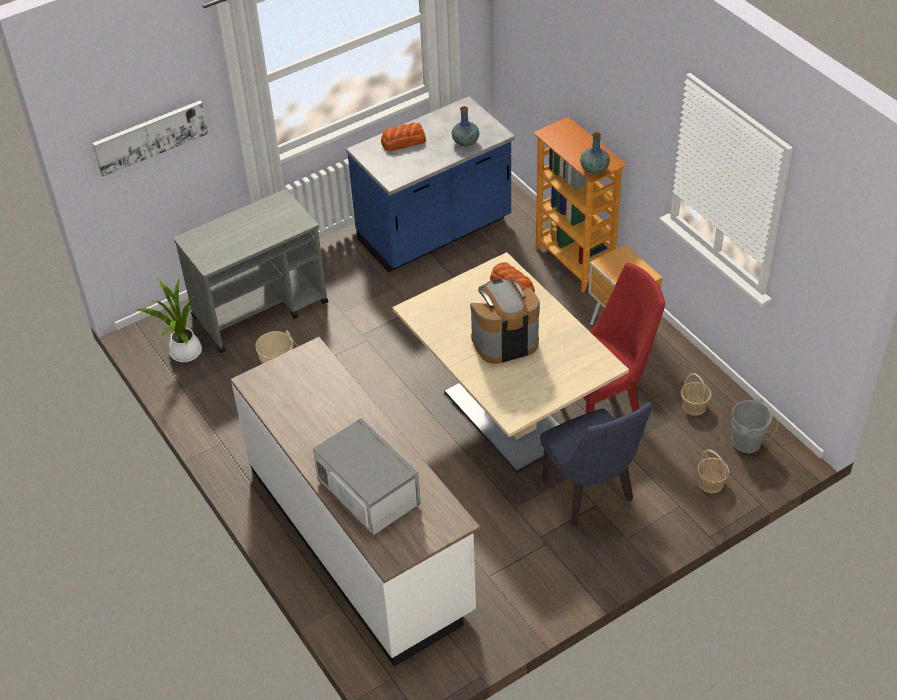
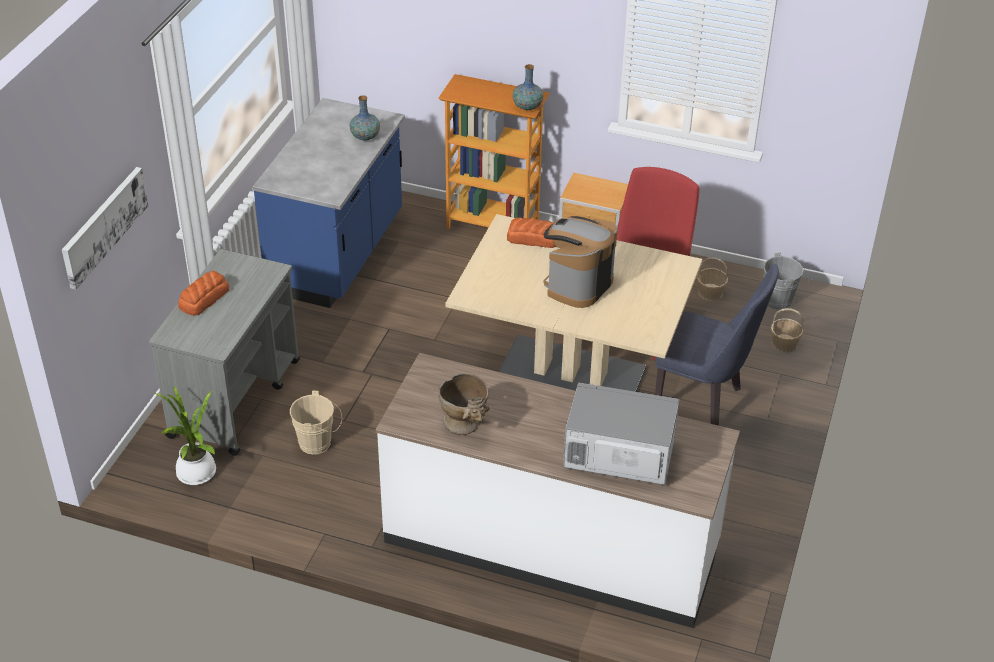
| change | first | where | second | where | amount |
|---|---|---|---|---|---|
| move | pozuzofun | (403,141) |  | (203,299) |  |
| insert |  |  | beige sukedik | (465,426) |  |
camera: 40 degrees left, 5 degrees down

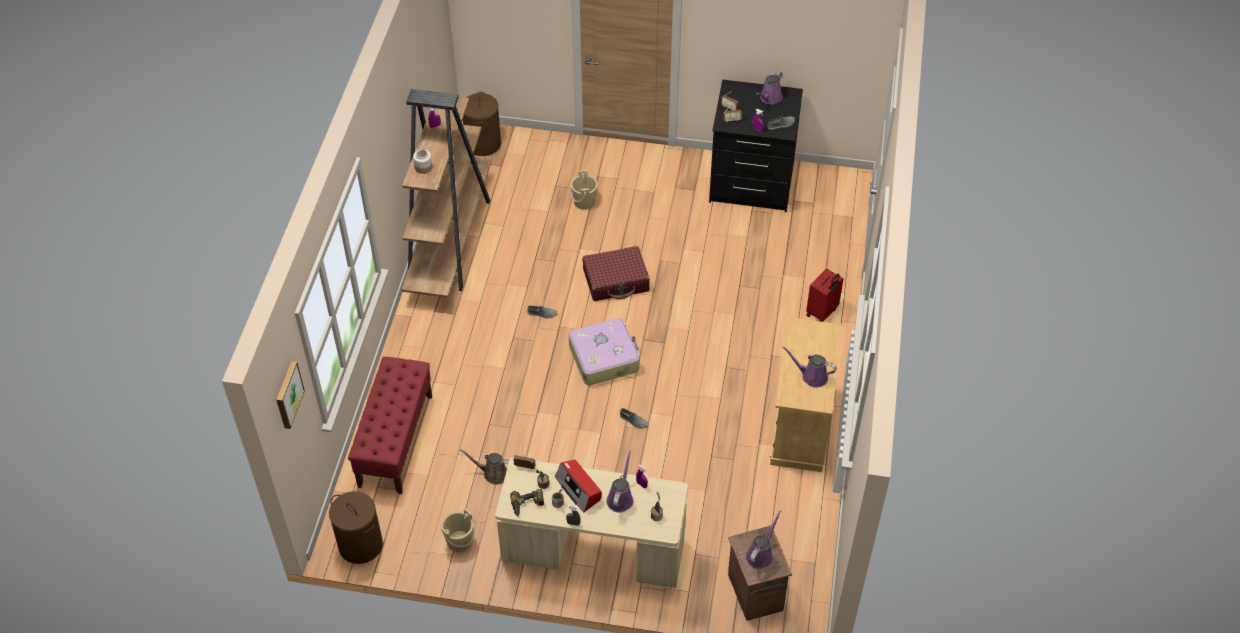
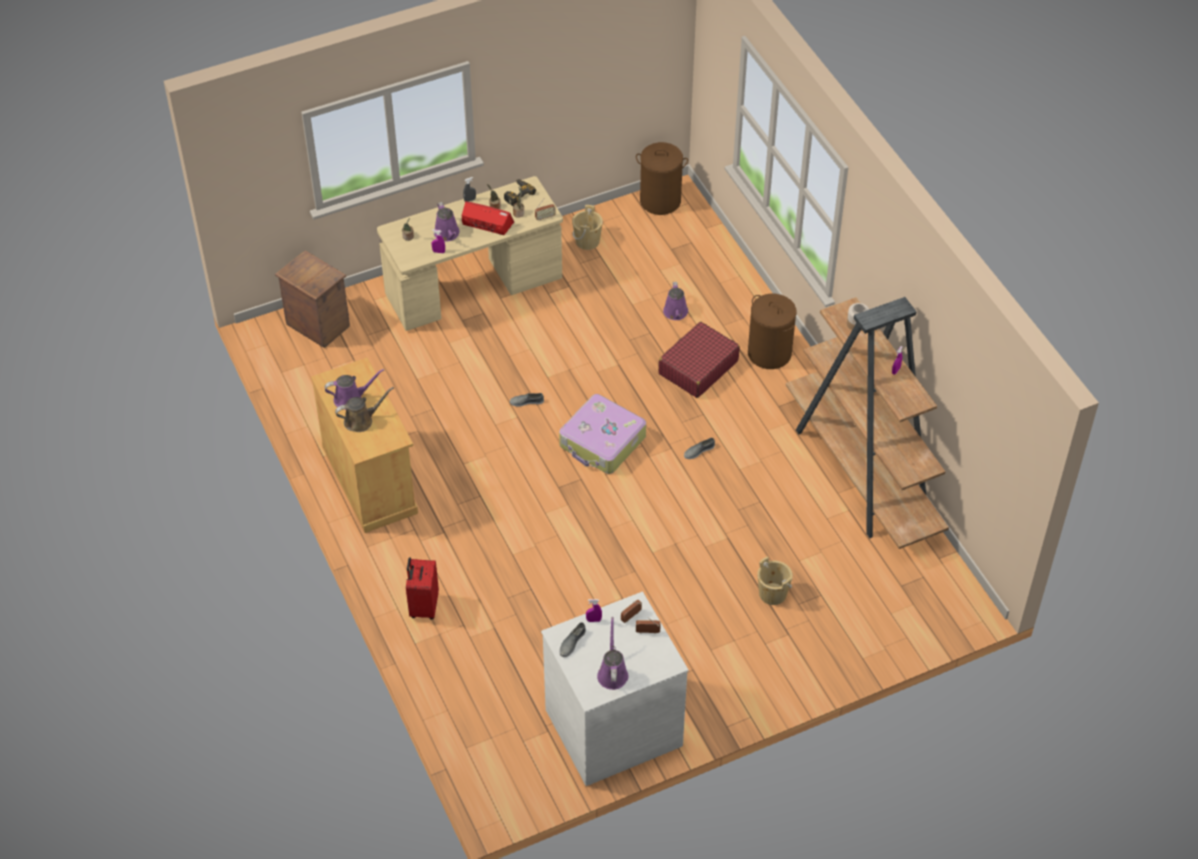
| change | first | where | second | where | amount |
|---|---|---|---|---|---|
| recolor | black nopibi | (751,183) | white nopibi | (612,725) |  |
| move | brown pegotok | (483,144) |  | (769,353) |  |
| move | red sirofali | (616,280) |  | (698,367) |  |
| delete | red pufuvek | (395,440) |  |  |  |
| delete | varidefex | (288,394) |  |  |  |
| move | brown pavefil | (493,473) |  | (361,420) |  |
| move | purple pavefil | (760,554) |  | (676,313) |  |
camera: 145 degrees right, 0 degrees up

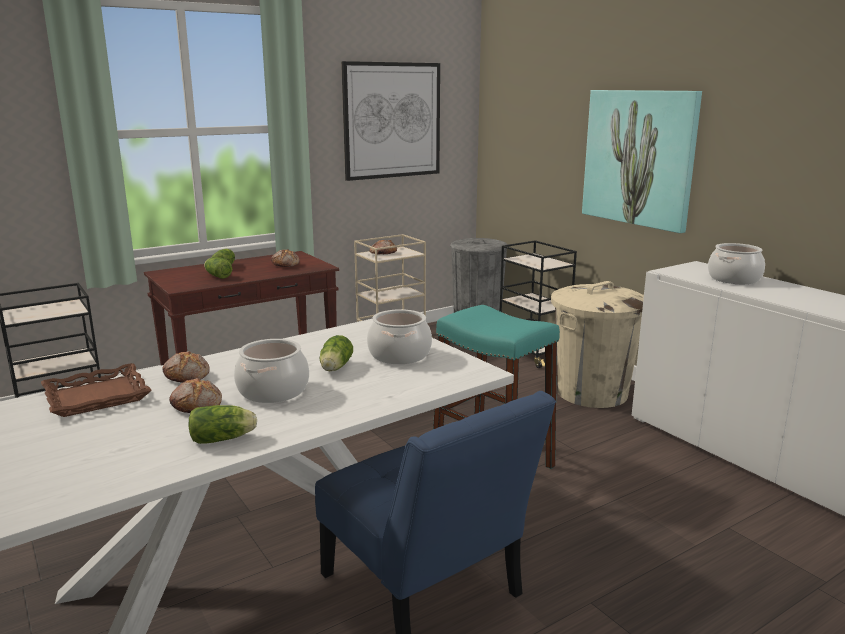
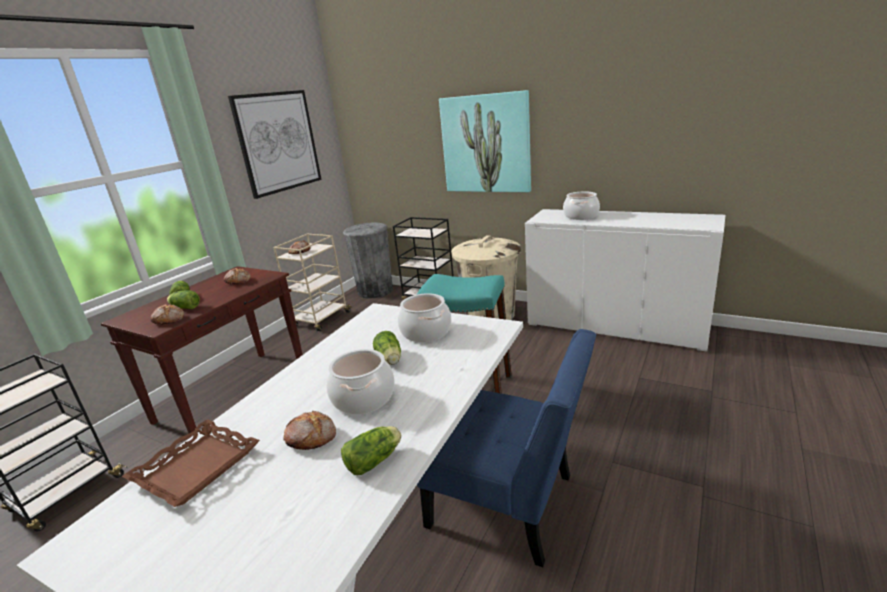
| change | first | where | second | where | amount |
|---|---|---|---|---|---|
| move | pozuzofun | (187,375) |  | (169,320) |  |
camera: 25 degrees left, 5 degrees up

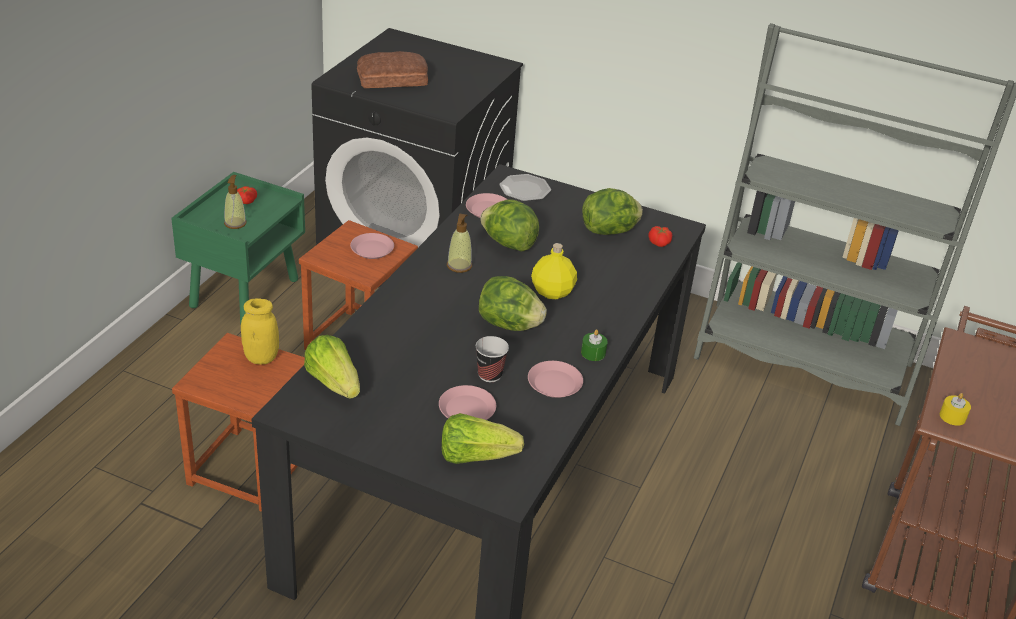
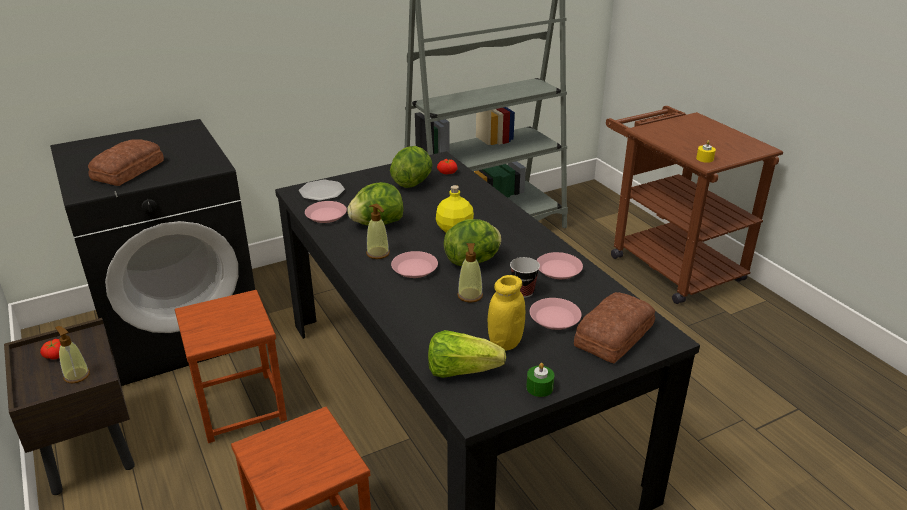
| change | first | where | second | where | amount |
|---|---|---|---|---|---|
| recolor | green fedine | (245,292) | brown fedine | (87,447) |  |
| move | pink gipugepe | (372,250) |  | (415,268) |  |
| move | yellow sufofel | (261,358) |  | (505,342) |  |
| move | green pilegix | (593,353) |  | (539,387) |  |
| replace | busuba | (475,456) | pozuzofun | (612,335) |  |
| insert |  |  | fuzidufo | (470,296) |  |
camera: 50 degrees left, 5 degrees down

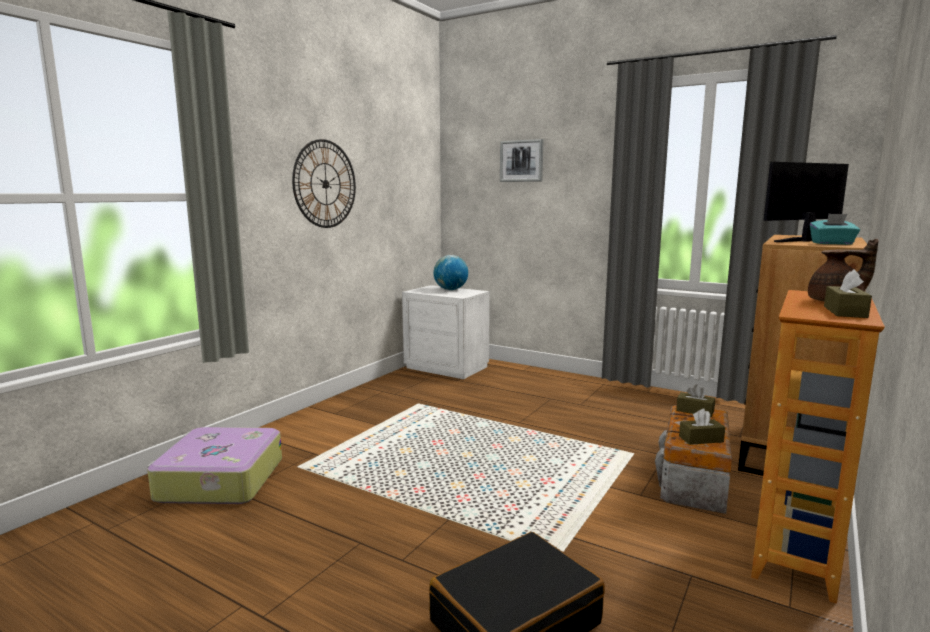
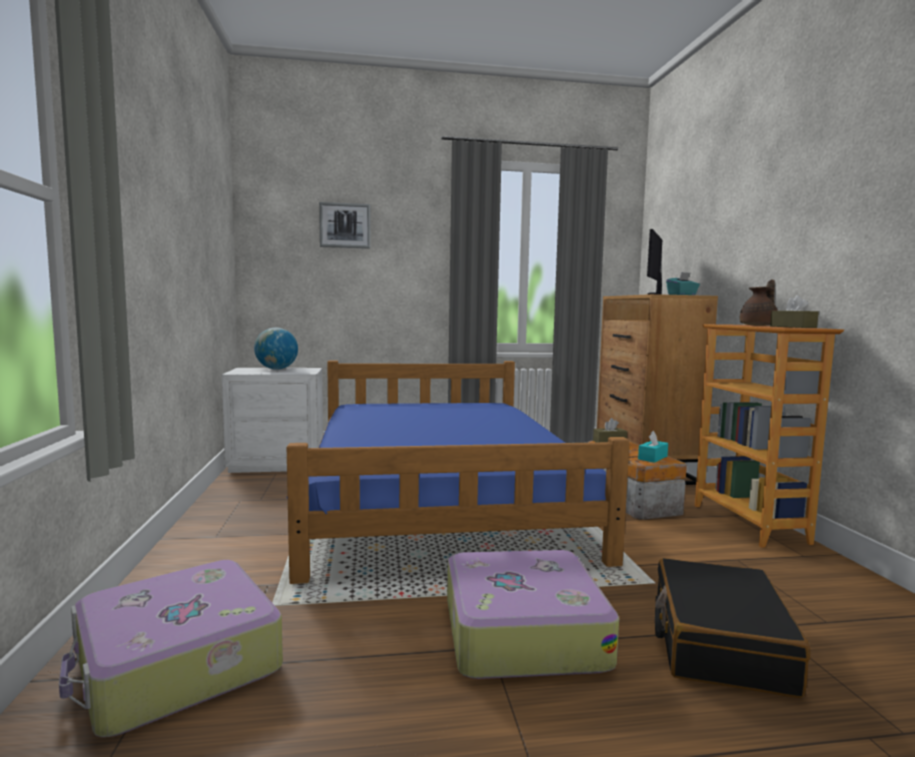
| change | first | where | second | where | amount |
|---|---|---|---|---|---|
| delete | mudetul | (325,184) |  |  |  |
| recolor | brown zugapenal | (701,439) | turquoise zugapenal | (652,458) |  |
| insert |  |  | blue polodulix | (437,495) |  |
| insert |  |  | sirofali | (521,631) |  |
camera: 40 degrees left, 5 degrees down

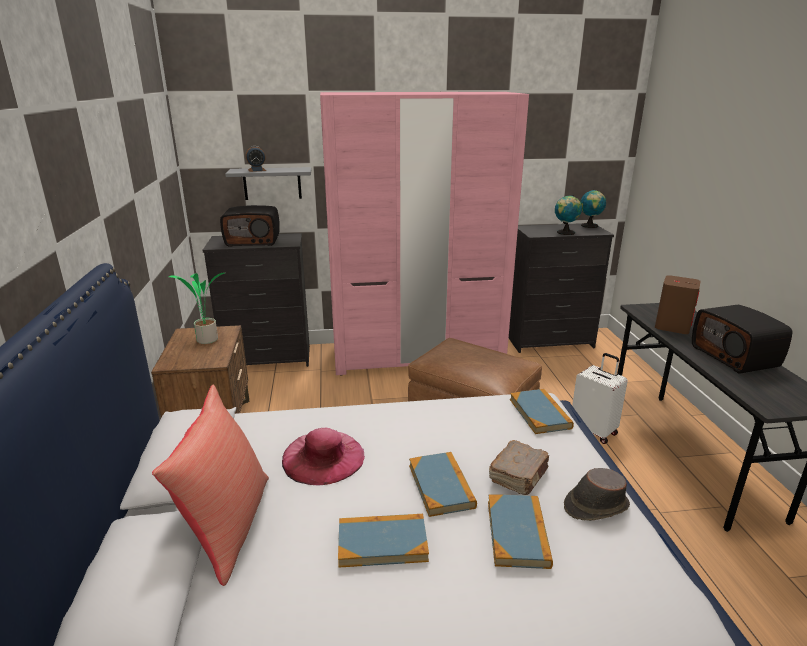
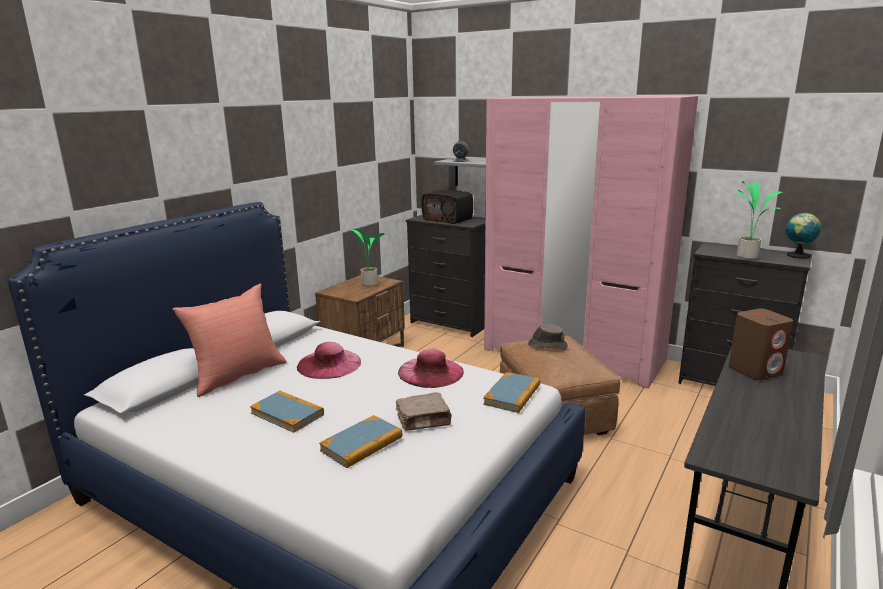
| change | first | where | second | where | amount |
|---|---|---|---|---|---|
| replace | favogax | (565,233) | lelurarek | (747,256) |  |
| delete | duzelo | (735,357) |  |  |  |
| delete | white sirofali | (594,431) |  |  |  |
| delete | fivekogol | (441,486) |  |  |  |
| move | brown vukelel | (595,506) |  | (547,345) |  |
| insert |  |  | pink vukelel | (431,372) |  |
camera: 40 degrees right, 5 degrees down

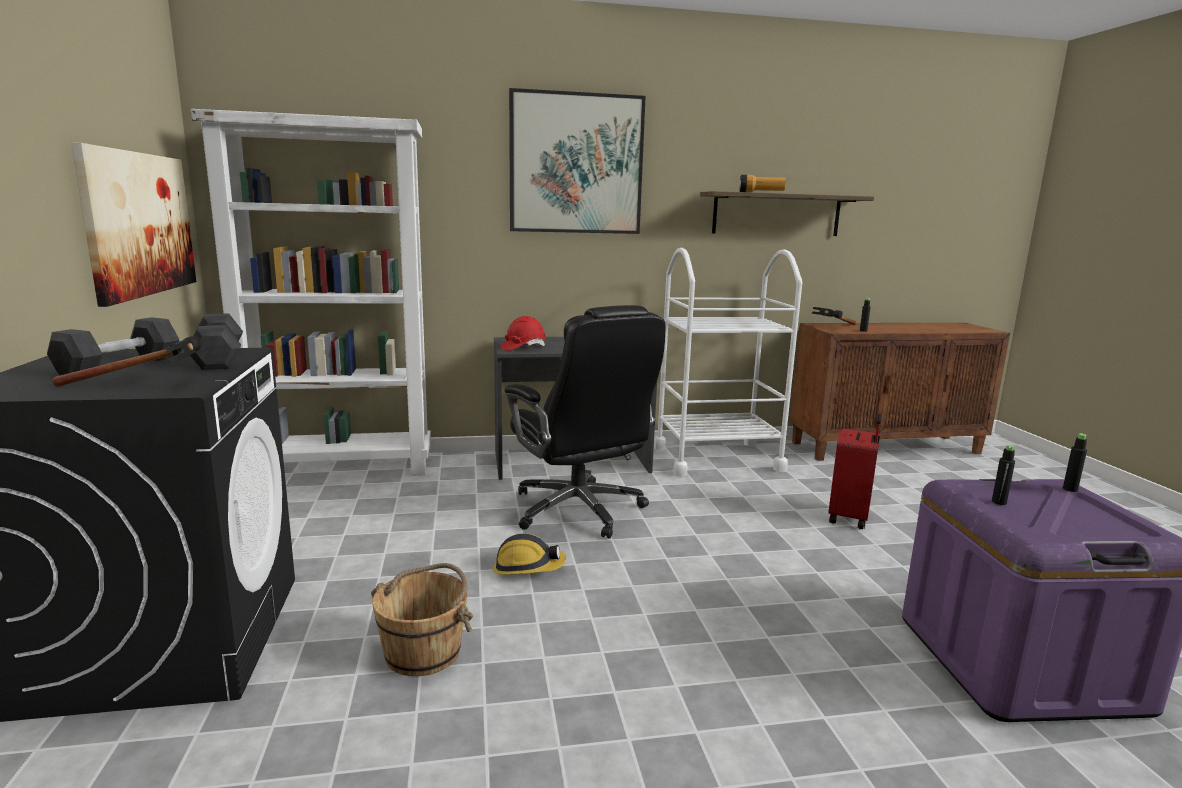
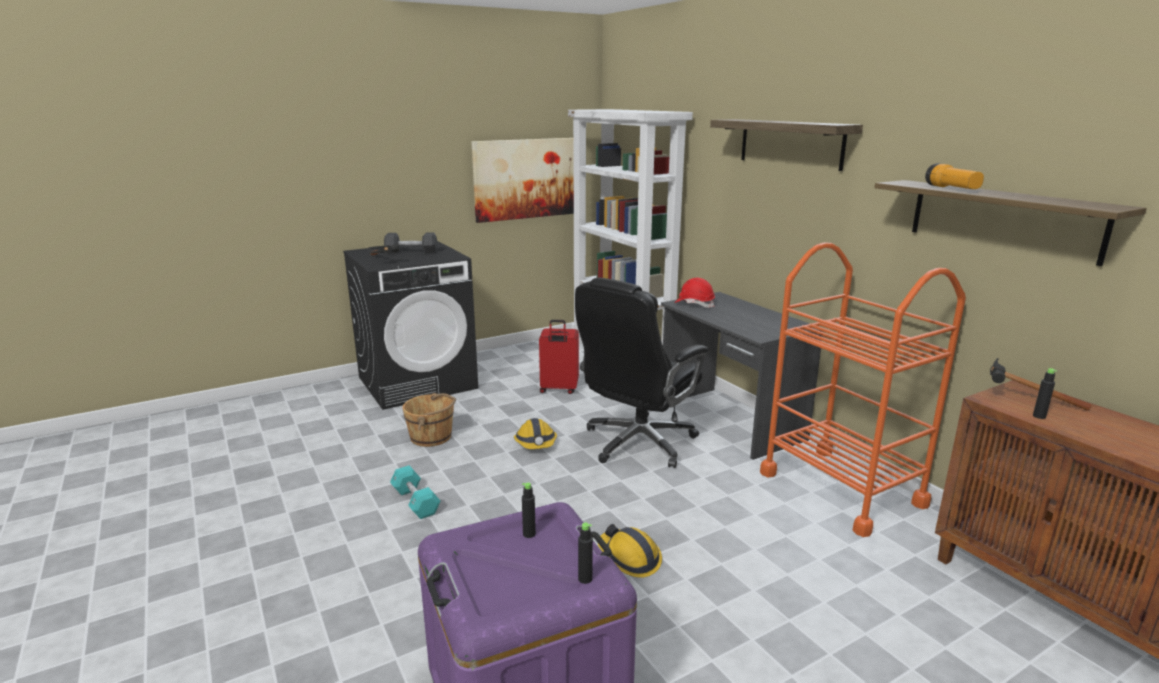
| change | first | where | second | where | amount |
|---|---|---|---|---|---|
| replace | varidefex | (576,164) | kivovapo | (790,143) |  |
| recolor | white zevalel | (717,458) | orange zevalel | (841,488) |  |
| delete | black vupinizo | (218,359) |  |  |  |
| move | red sirofali | (850,517) |  | (558,389) |  |
| insert |  |  | turquoise vupinizo | (415,502) |  |
| insert |  |  | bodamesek | (629,558) |  |
camera: 70 degrees right, 5 degrees up

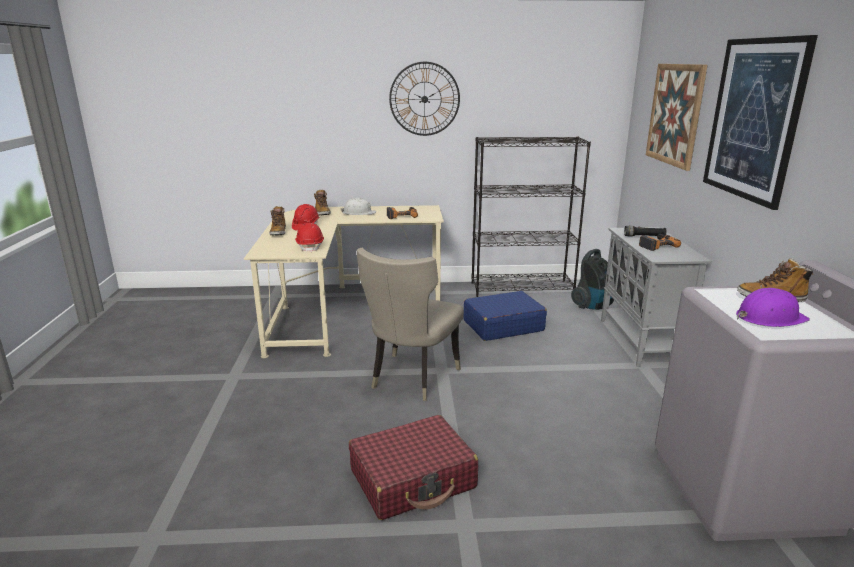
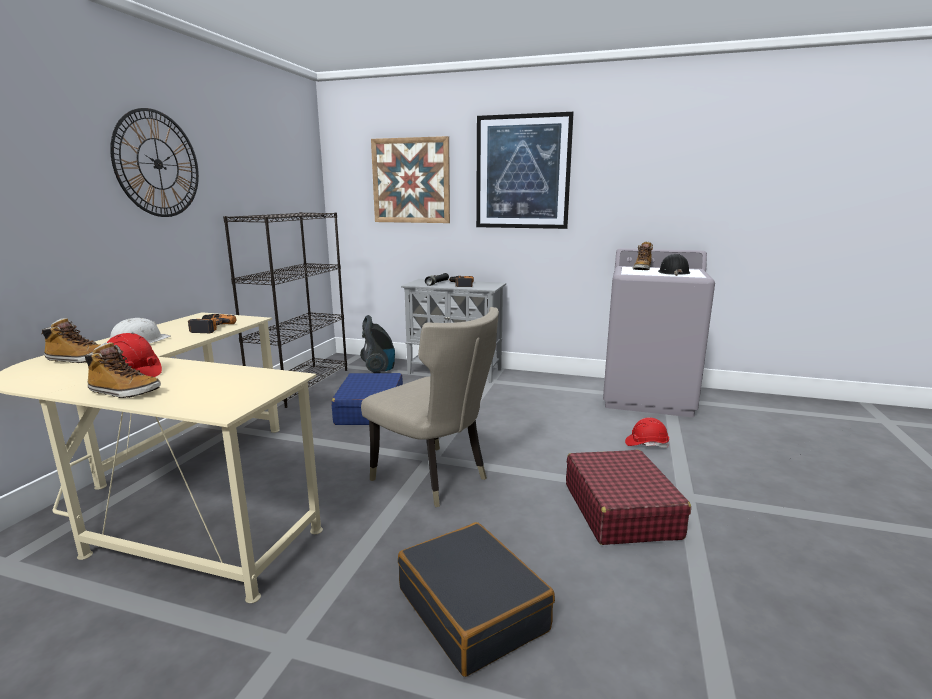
| change | first | where | second | where | amount |
|---|---|---|---|---|---|
| move | red bodamesek | (310,246) |  | (646,444) |  |
| recolor | purple bodamesek | (769,318) | black bodamesek | (673,273) |  |
| insert |  |  | black sirofali | (473,609) |  |
camera: 70 degrees left, 5 degrees down

